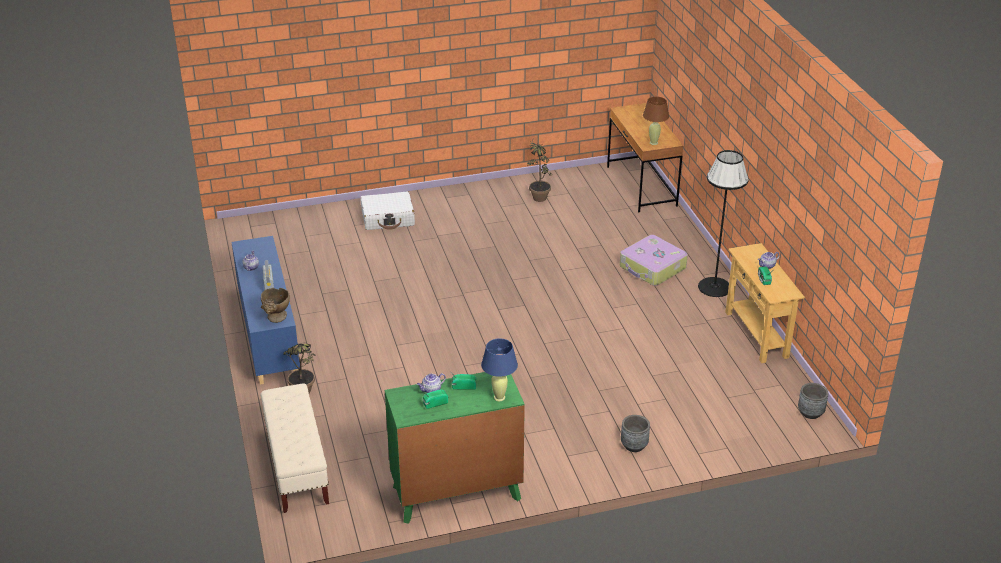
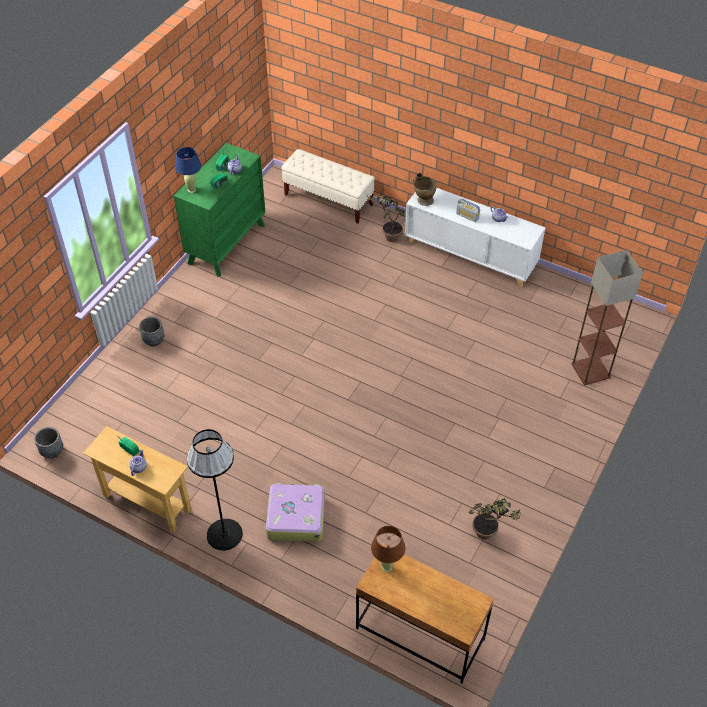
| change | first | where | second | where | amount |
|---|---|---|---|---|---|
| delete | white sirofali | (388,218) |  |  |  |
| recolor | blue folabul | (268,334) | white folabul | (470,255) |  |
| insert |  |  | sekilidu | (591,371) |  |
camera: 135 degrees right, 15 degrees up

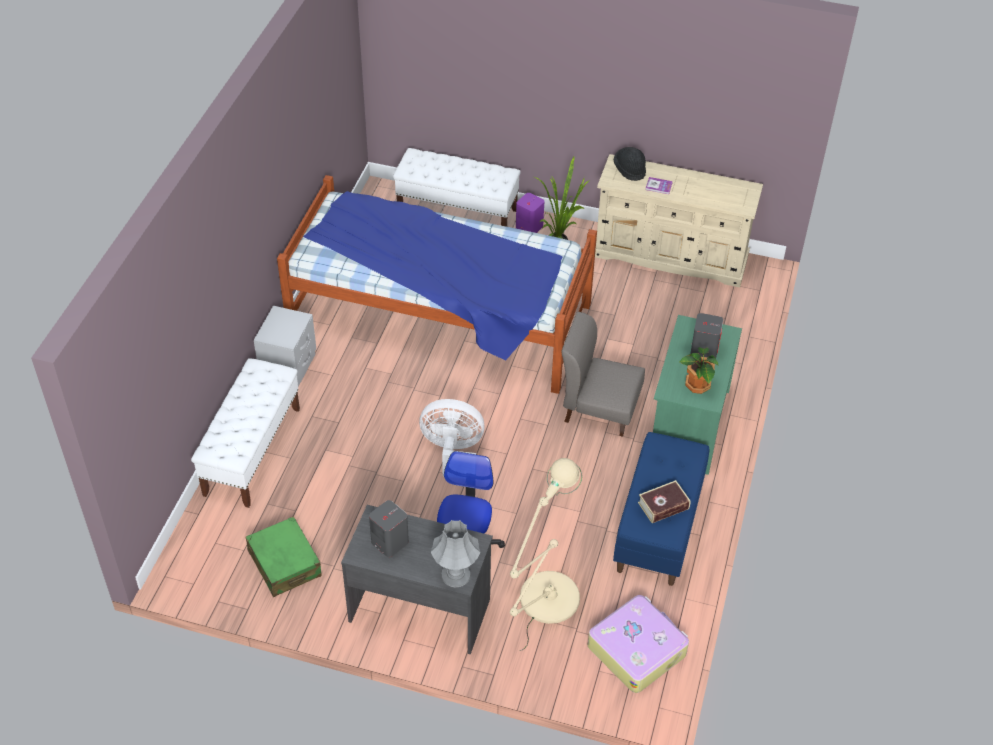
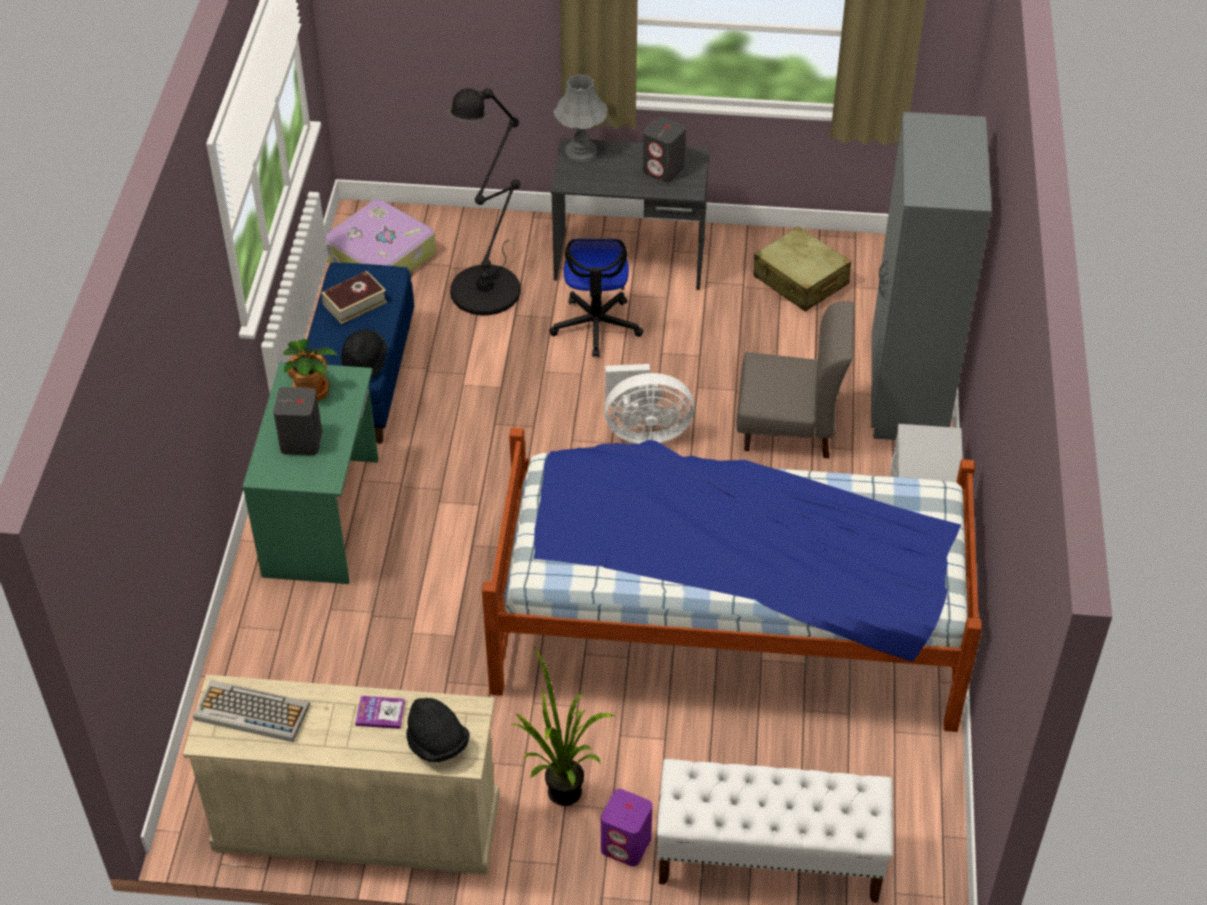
| change | first | where | second | where | amount |
|---|---|---|---|---|---|
| move | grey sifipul | (599,409) |  | (788,427) |  |
| replace | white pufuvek | (252,451) | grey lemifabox | (906,393) |  |
| recolor | beige sekilidu | (545,604) | black sekilidu | (489,284) |  |
| recolor | green sirofali | (284,563) | beige sirofali | (800,281) |  |
| insert |  |  | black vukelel | (364,364) |  |
| insert |  |  | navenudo | (250,712) |  |
camera: 170 degrees right, 0 degrees up

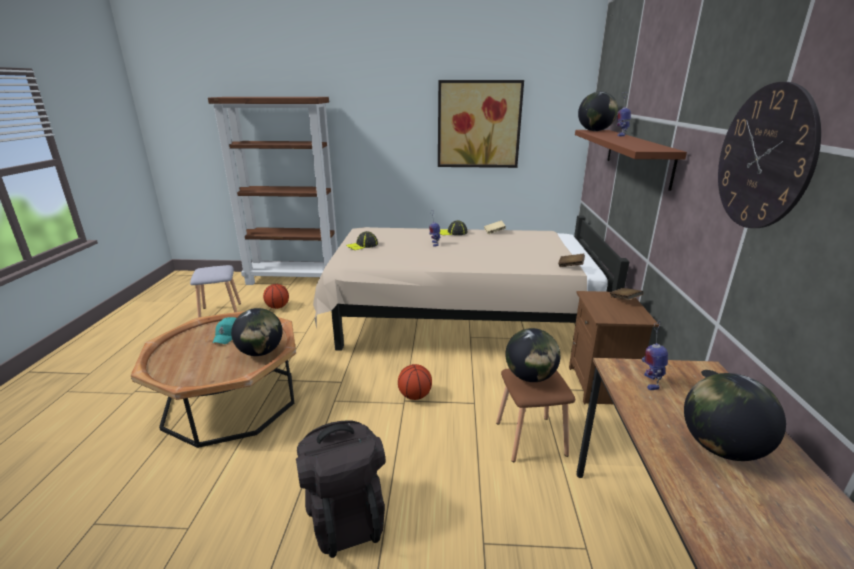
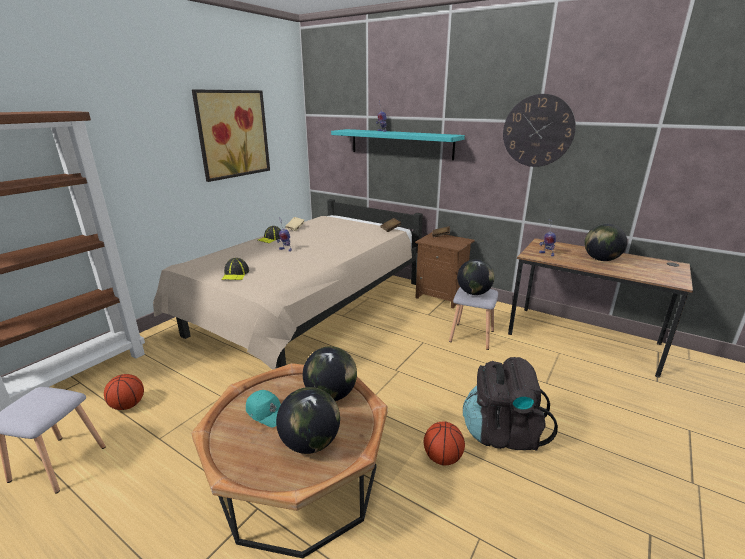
| change | first | where | second | where | amount |
|---|---|---|---|---|---|
| move | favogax | (594,131) |  | (310,443) |  |
| recolor | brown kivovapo | (637,156) | turquoise kivovapo | (400,143) |  |
| move | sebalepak | (414,396) |  | (442,458) |  |
| recolor | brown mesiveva | (529,439) | grey mesiveva | (472,336) |  |
camera: 60 degrees left, 0 degrees up

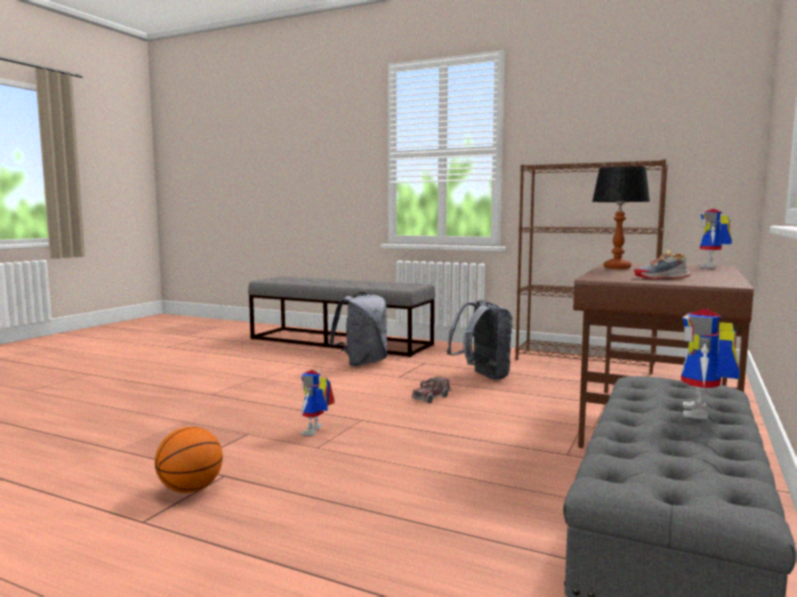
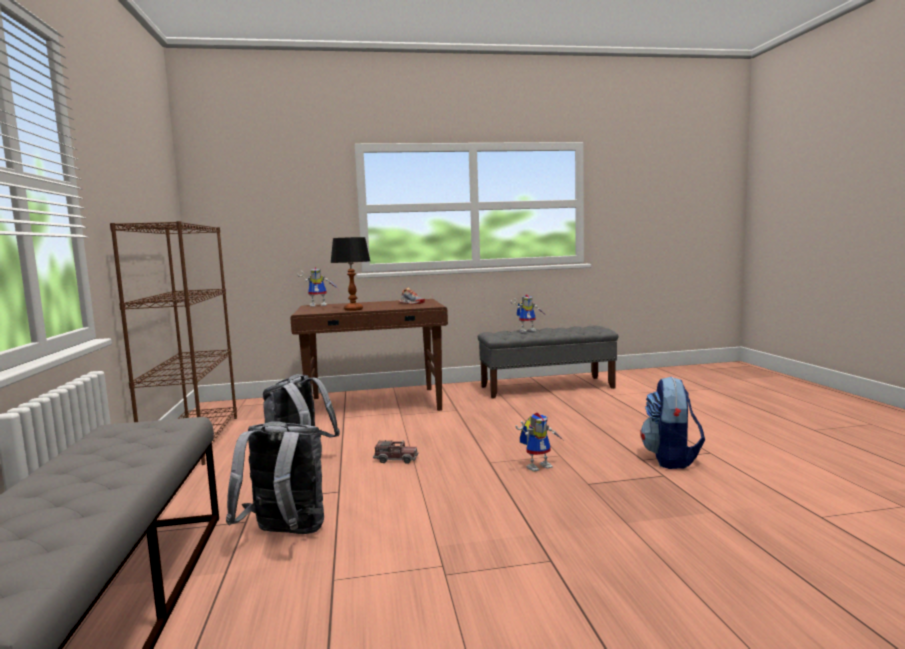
| change | first | where | second | where | amount |
|---|---|---|---|---|---|
| replace | sebalepak | (190,489) | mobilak | (671,459) |  |
camera: 125 degrees left, 0 degrees up

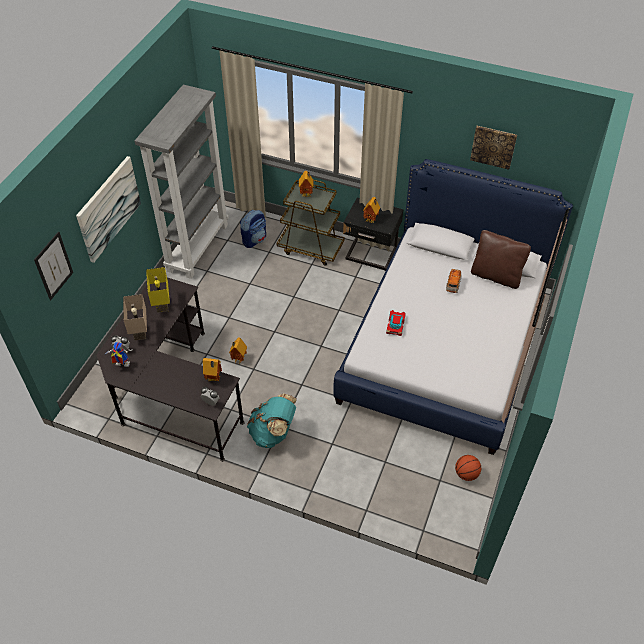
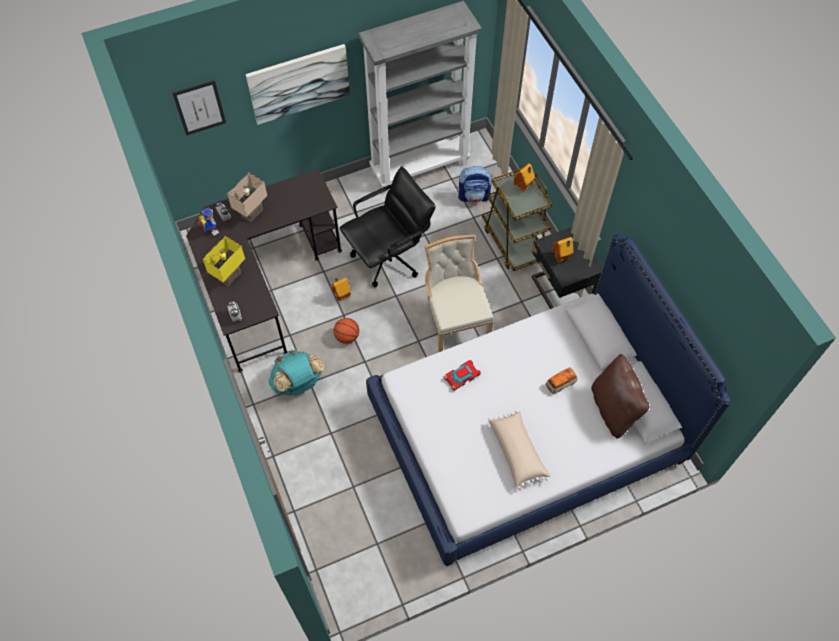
| change | first | where | second | where | amount |
|---|---|---|---|---|---|
| delete | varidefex | (493,146) |  |  |  |
| move | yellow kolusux | (161,305) |  | (229,275) |  |
| delete | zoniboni | (213,379) |  |  |  |
| move | sebalepak | (466,474) |  | (347,337) |  |
| insert |  |  | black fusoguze | (389,258) |  |
| insert |  |  | beige sifipul | (455,321) |  |
| insert |  |  | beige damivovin | (517,452) |  |
camera: 45 degrees right, 10 degrees up

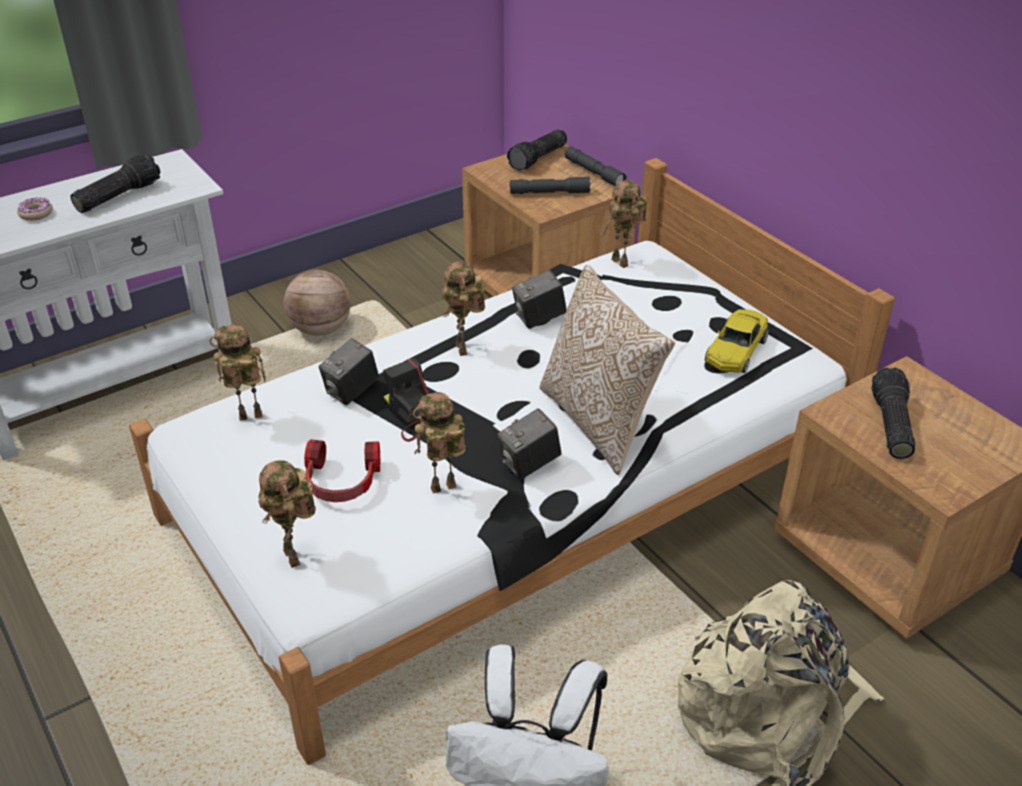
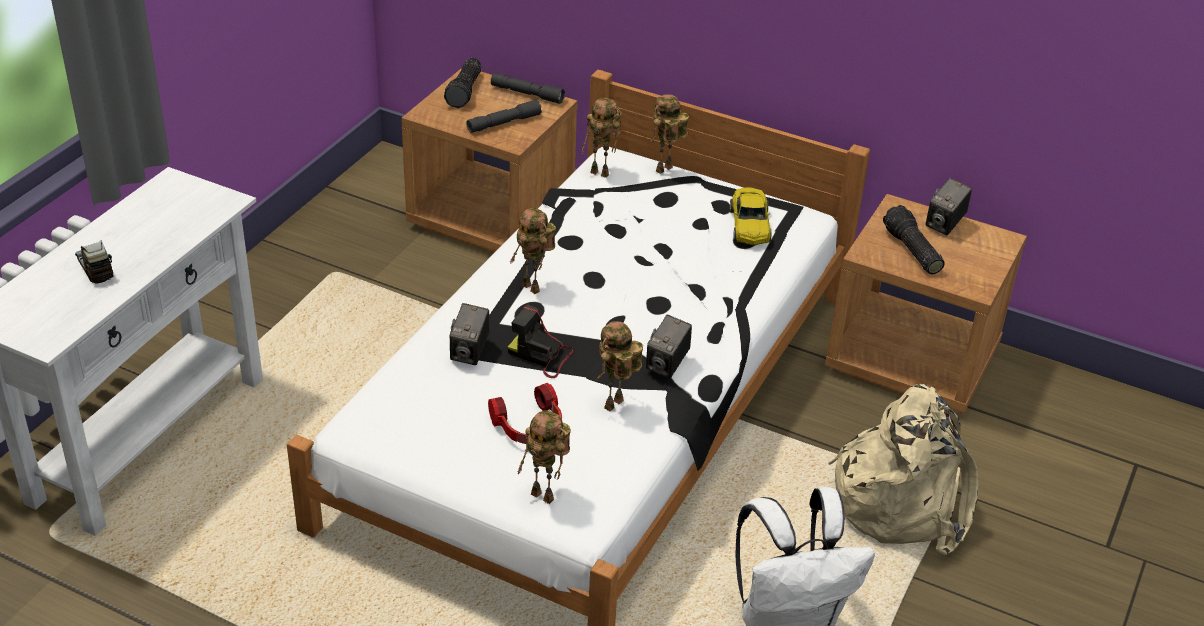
| change | first | where | second | where | amount |
|---|---|---|---|---|---|
| delete | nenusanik | (118,195) |  |  |  |
| replace | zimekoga | (36,214) | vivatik | (95,269) |  |
| delete | damivovin | (599,422) |  |  |  |
| delete | sebalepak | (320,329) |  |  |  |
| move | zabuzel | (539,319) |  | (944,224) |  |
| move | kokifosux | (249,418) |  | (664,171) |  |
camera: 30 degrees left, 0 degrees up

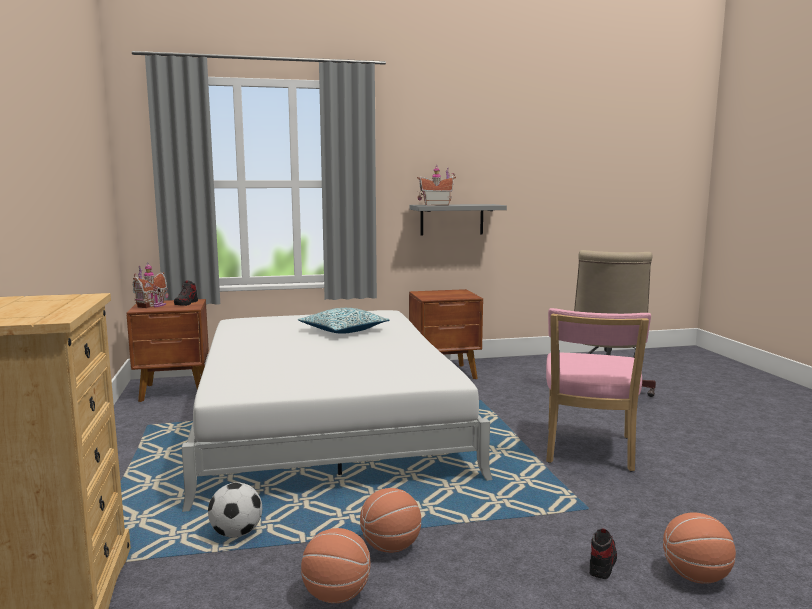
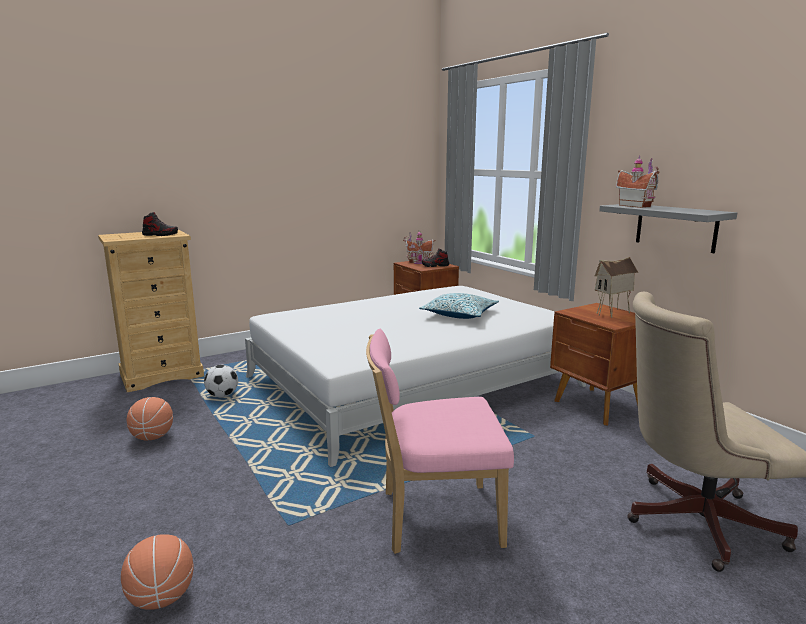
| change | first | where | second | where | amount |
|---|---|---|---|---|---|
| delete | sebalepak | (390,547) |  |  |  |
| move | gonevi | (602,562) |  | (160,235) |  |
| insert |  |  | zoniboni | (613,314) |  |
camera: 70 degrees right, 5 degrees up

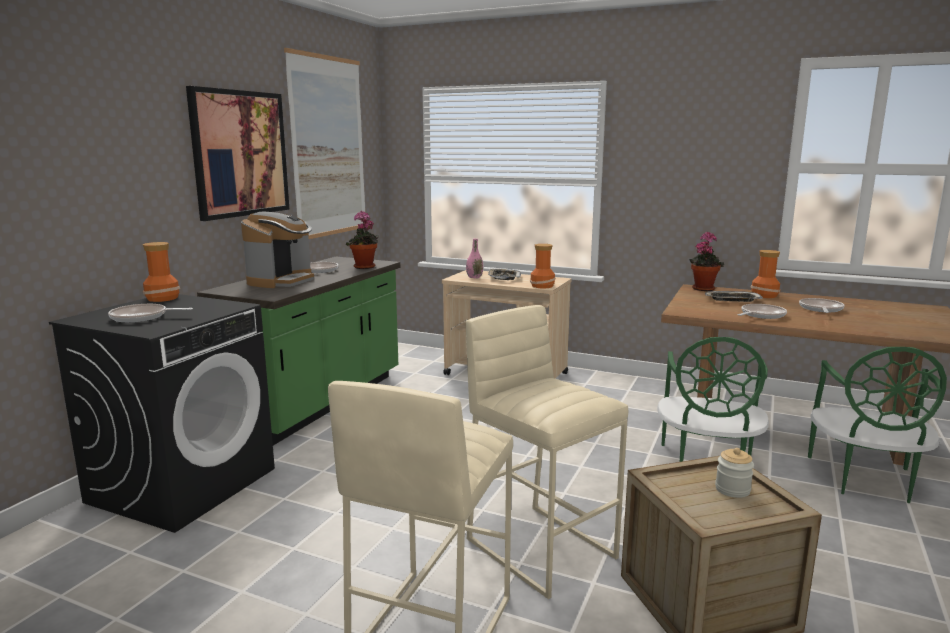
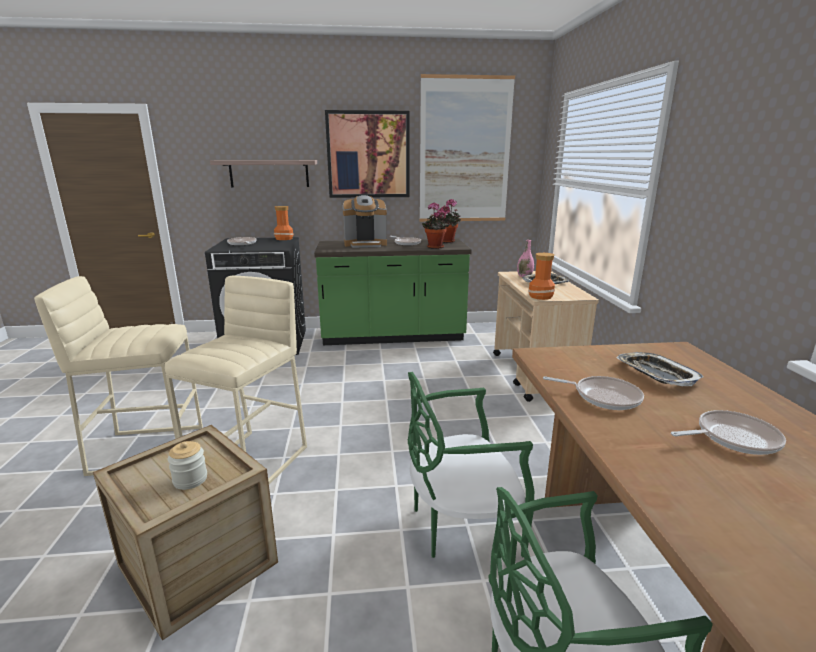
| change | first | where | second | where | amount |
|---|---|---|---|---|---|
| move | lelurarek | (703,288) |  | (448,241) |  |
| delete | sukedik | (763,295) |  |  |  |
| insert |  |  | kivovapo | (269,173) |  |
camera: 60 degrees right, 5 degrees up

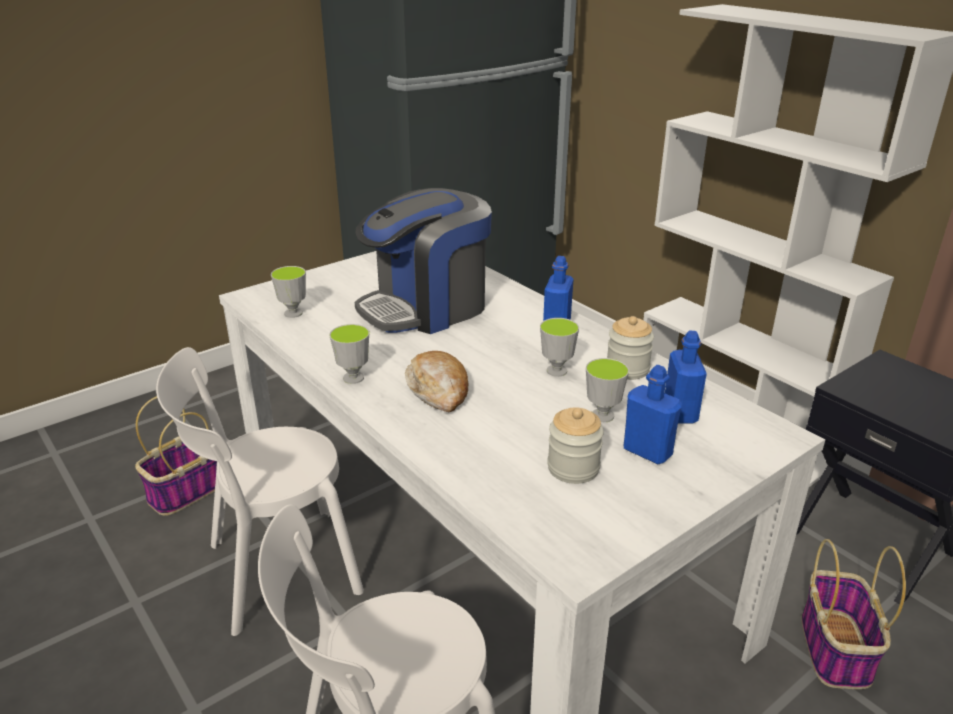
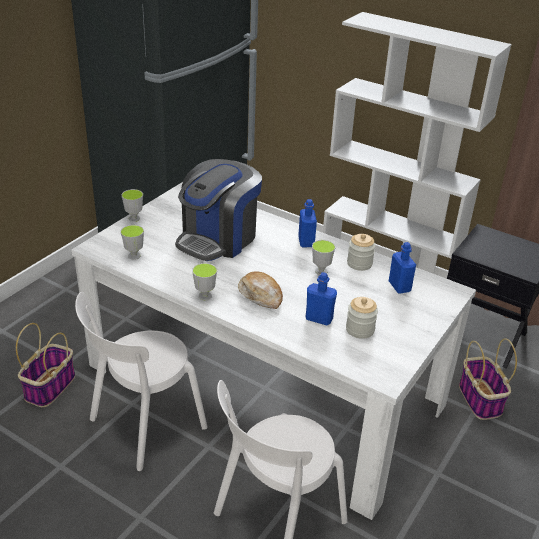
| change | first | where | second | where | amount |
|---|---|---|---|---|---|
| move | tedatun | (602,416) |  | (134,218) |  |
| move | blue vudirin | (647,451) |  | (319,319) |  |
camera: 20 degrees left, 5 degrees up

